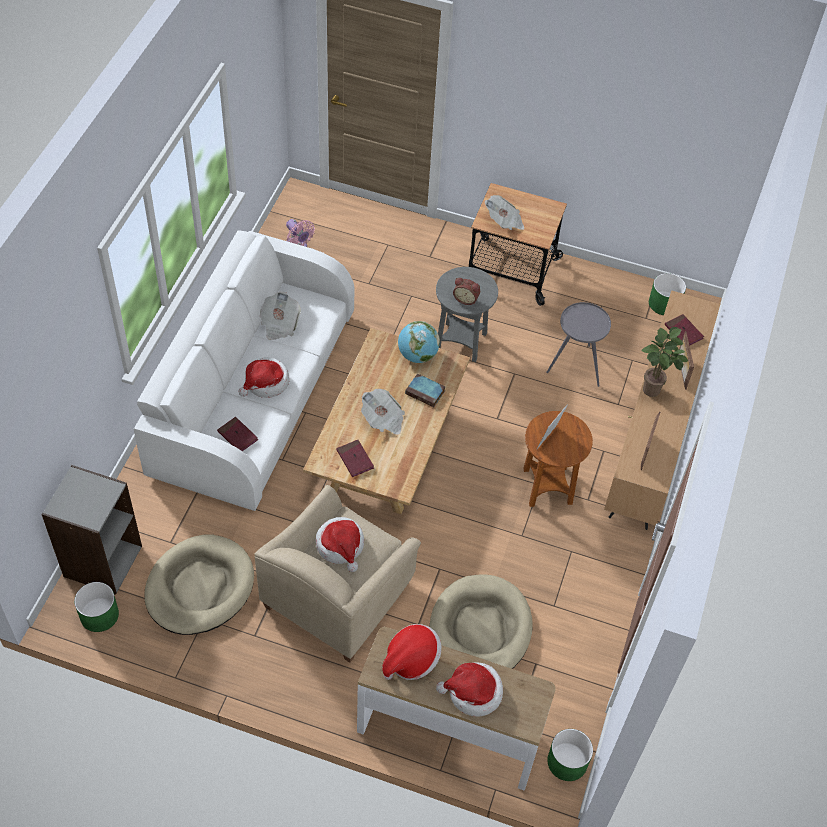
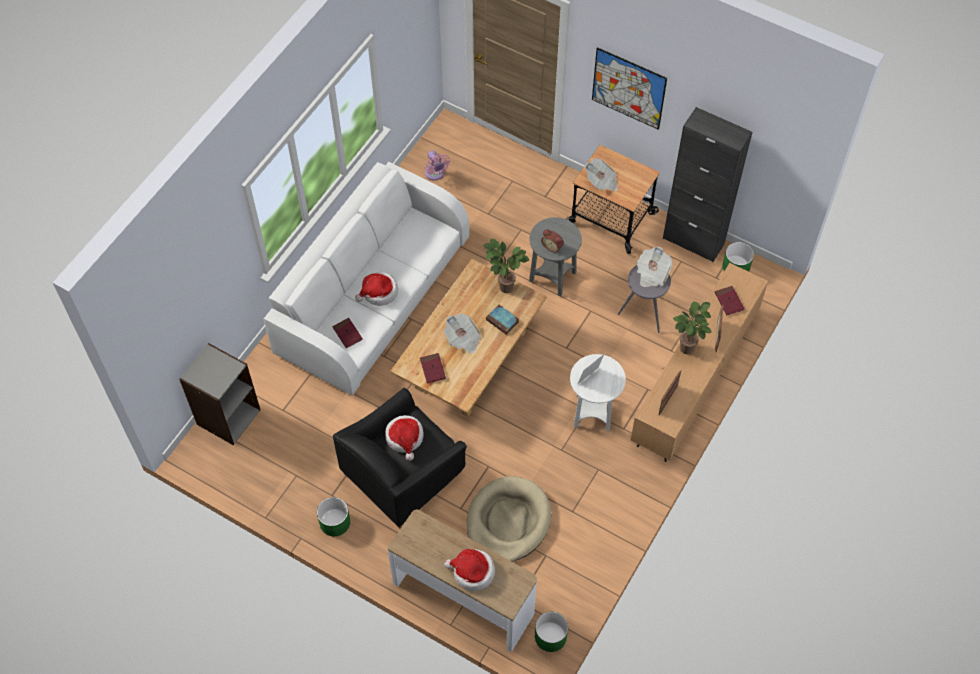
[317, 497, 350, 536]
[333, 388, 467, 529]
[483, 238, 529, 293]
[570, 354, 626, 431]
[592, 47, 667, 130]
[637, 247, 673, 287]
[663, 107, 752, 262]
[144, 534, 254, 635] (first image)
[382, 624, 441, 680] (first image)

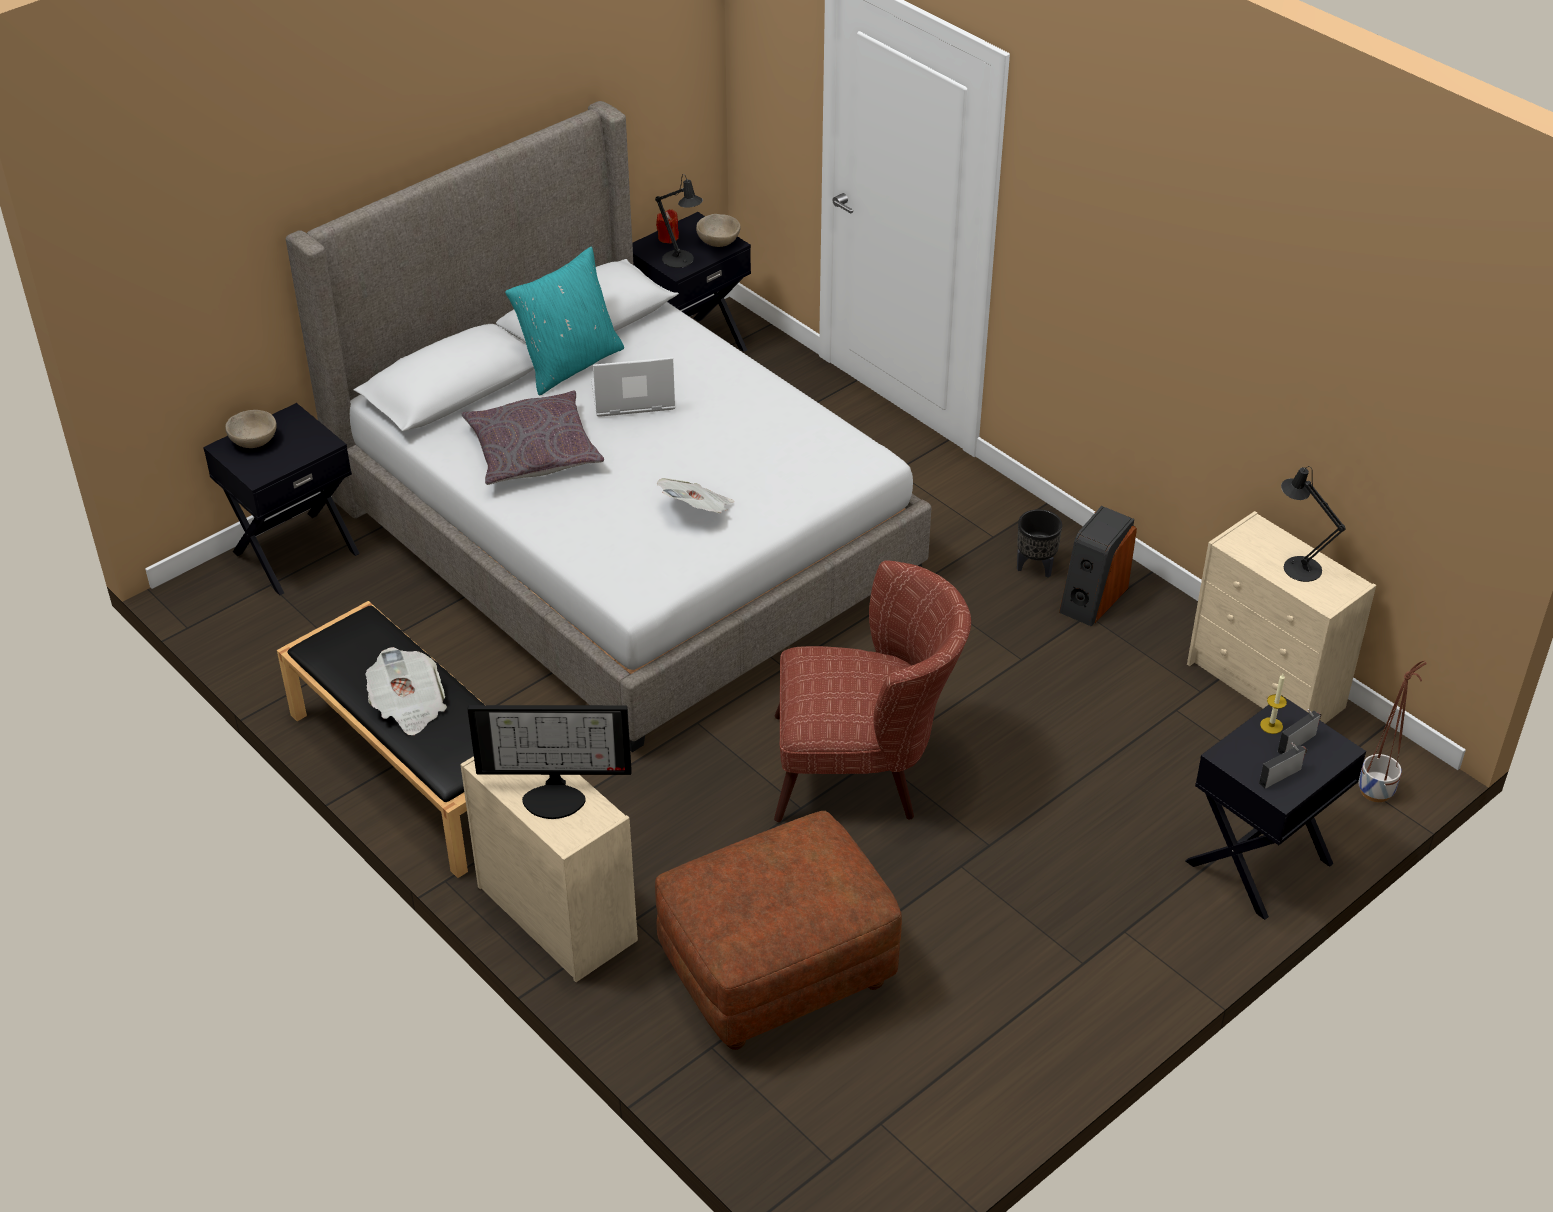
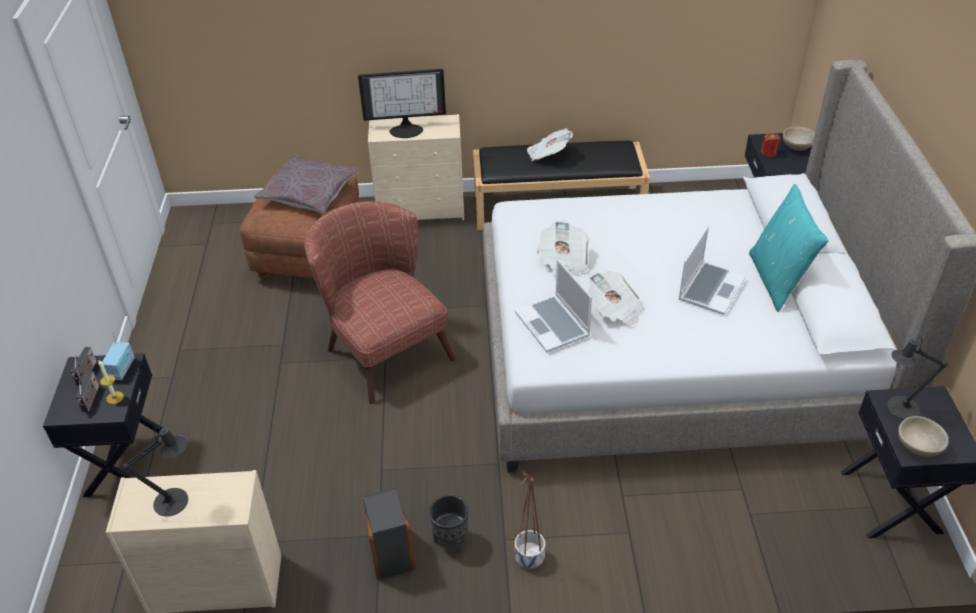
[102, 331, 135, 380]
[254, 155, 360, 214]
[305, 201, 455, 404]
[358, 69, 446, 138]
[514, 470, 546, 569]
[515, 259, 592, 352]
[588, 271, 643, 328]
[761, 133, 781, 157]

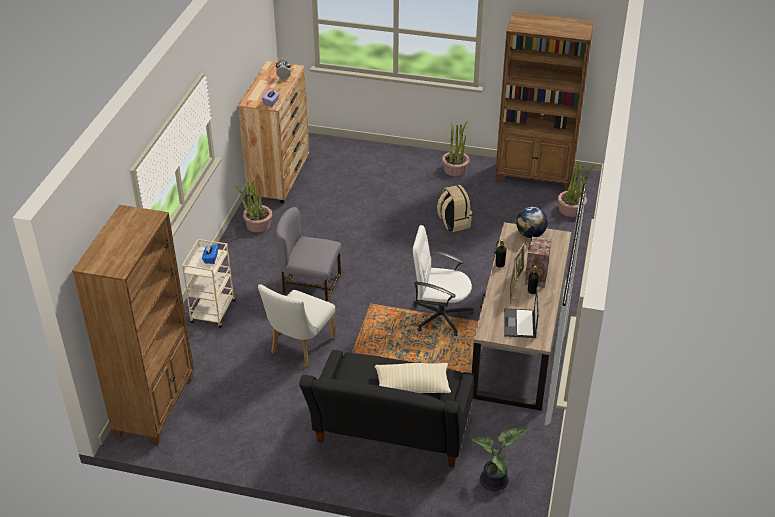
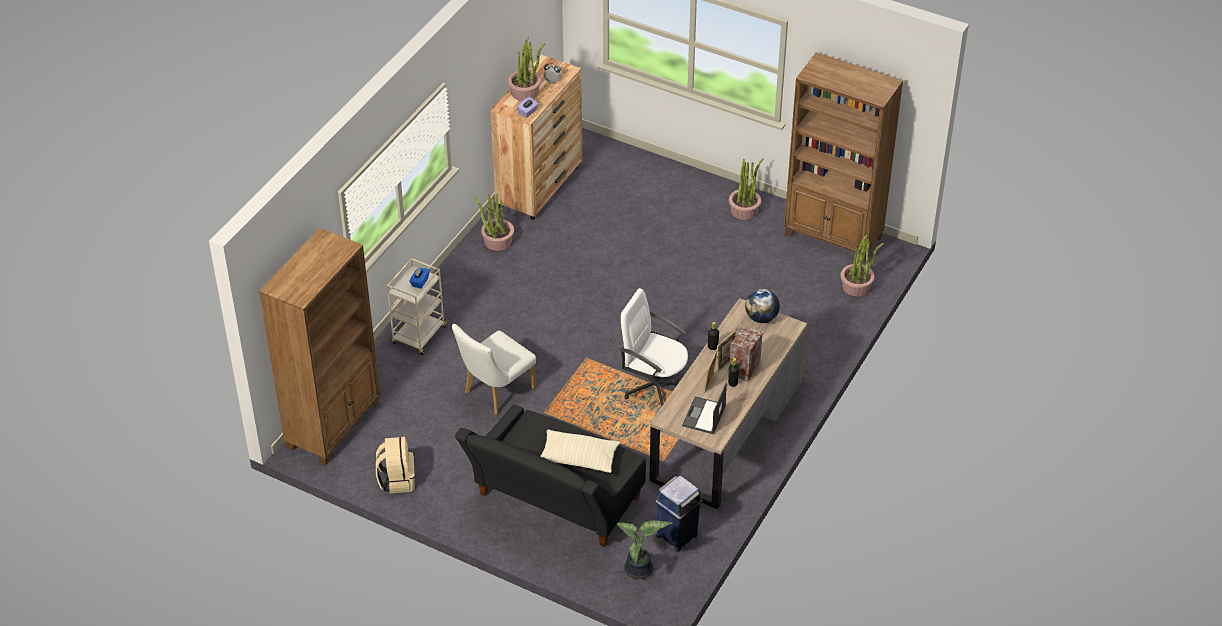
[376, 437, 415, 493]
[508, 37, 546, 101]
[655, 475, 702, 552]
[276, 207, 342, 302] (first image)

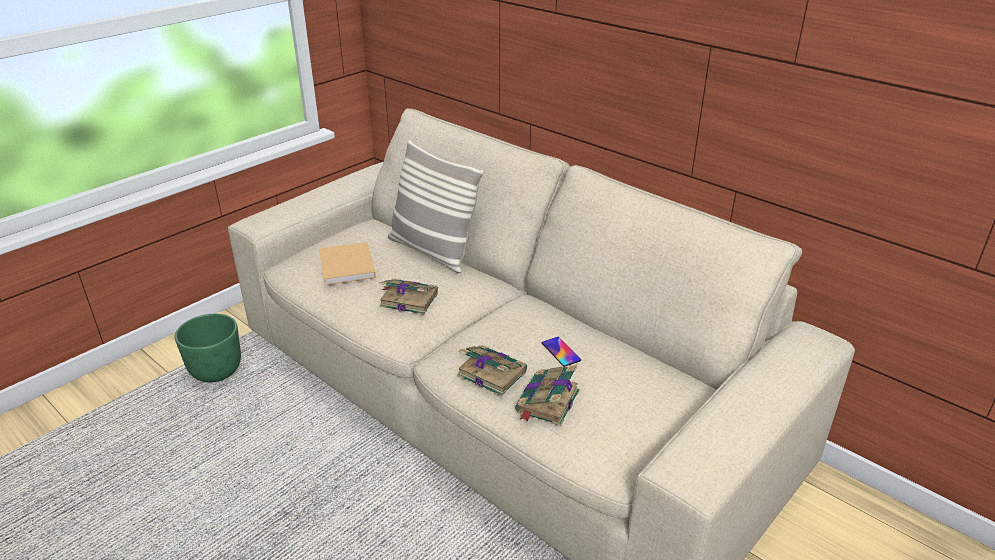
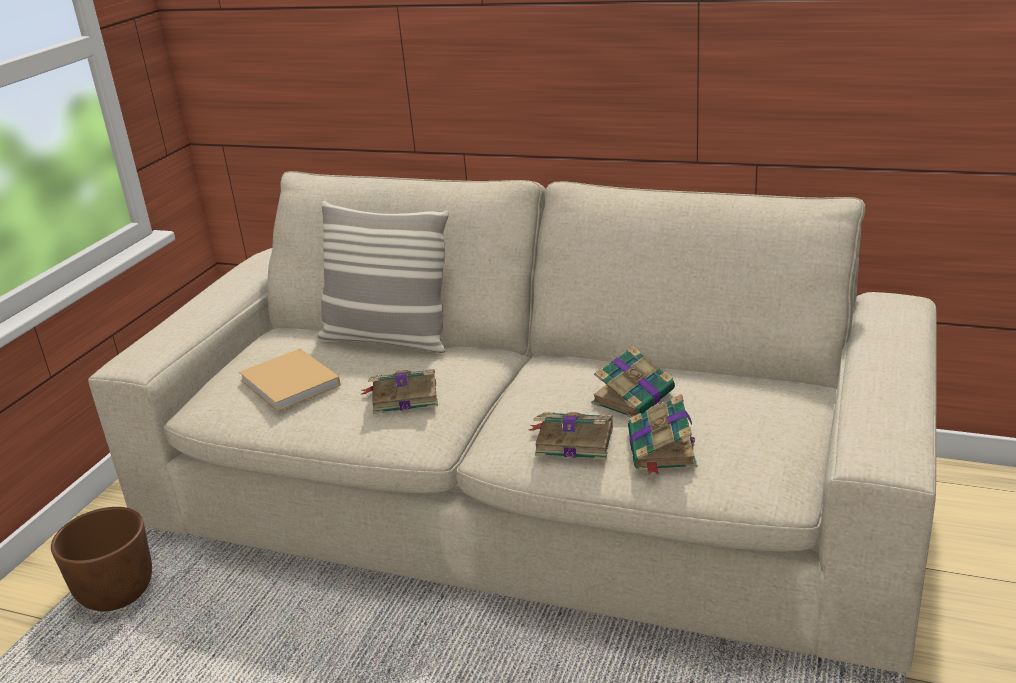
[51, 507, 152, 612]
[591, 346, 675, 417]

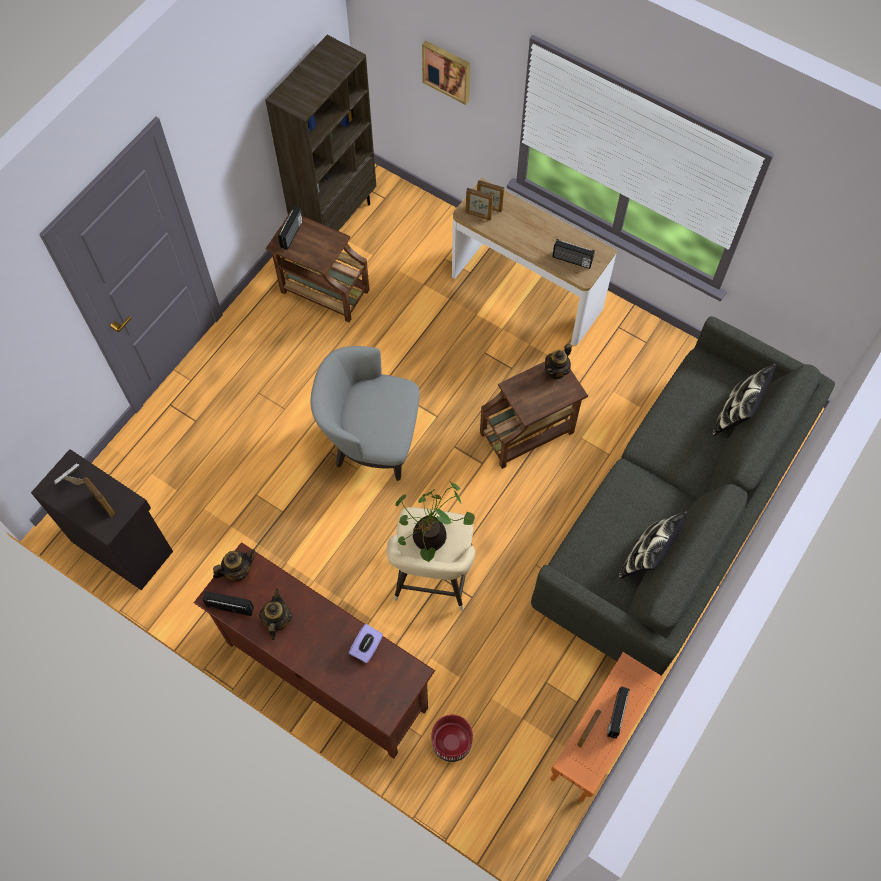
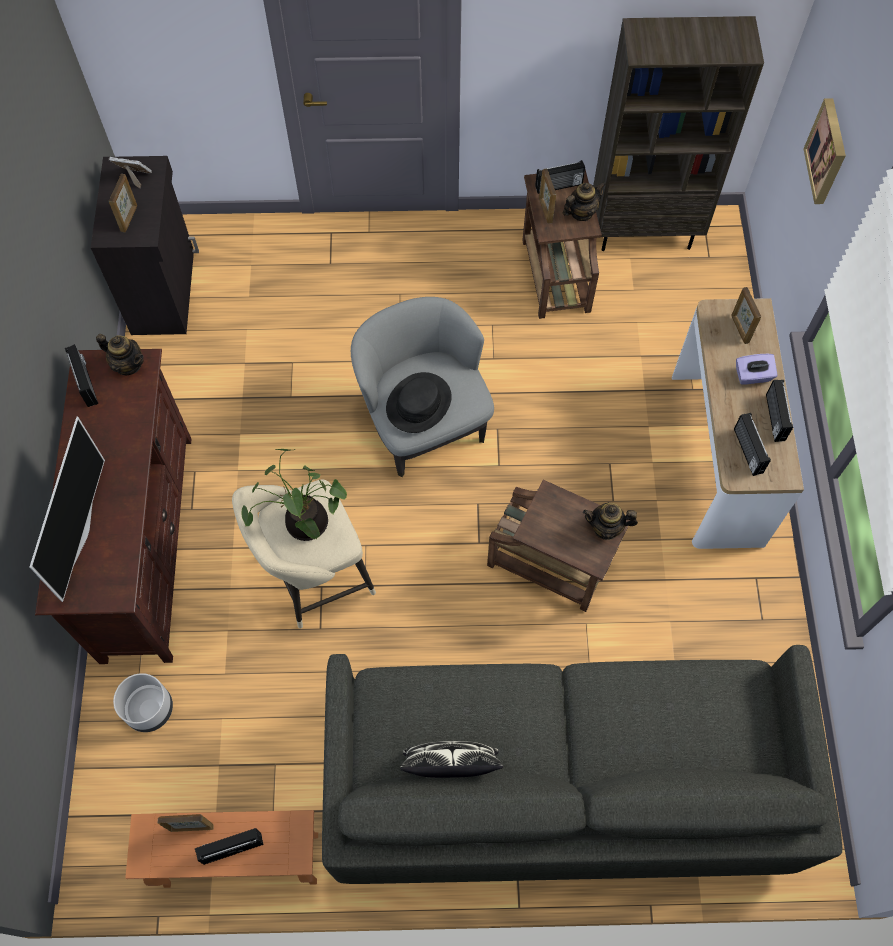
[30, 417, 105, 602]
[113, 673, 173, 732]
[386, 372, 452, 433]
[539, 169, 556, 224]
[563, 182, 606, 221]
[736, 354, 778, 385]
[766, 380, 793, 442]
[713, 364, 776, 436] (first image)

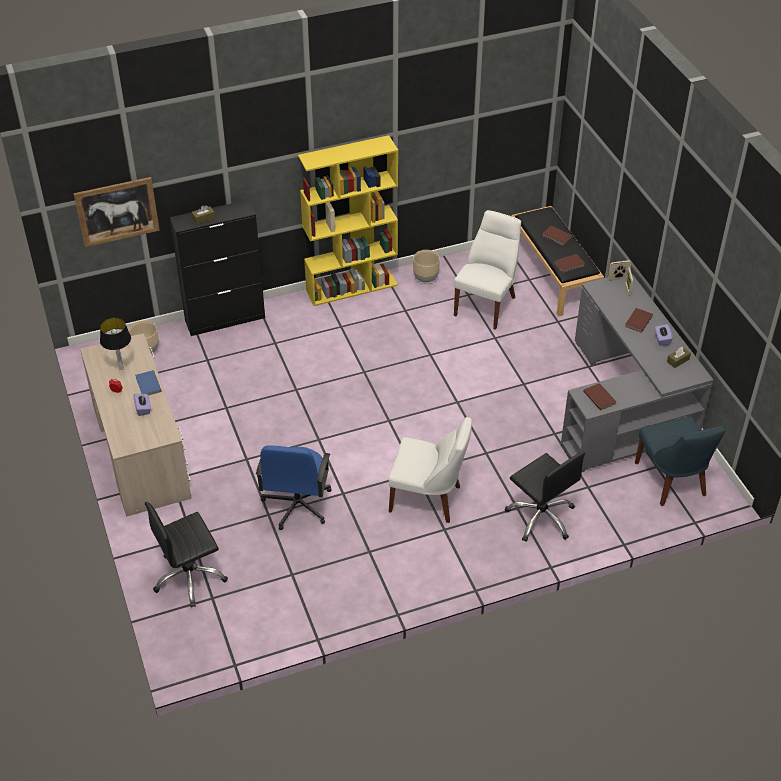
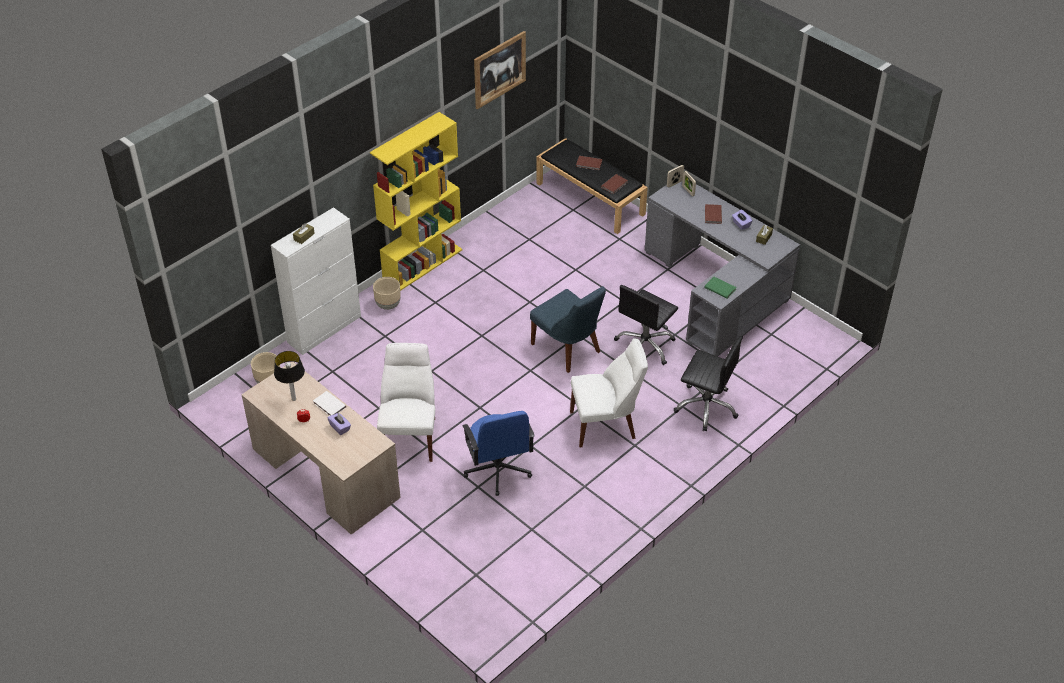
[271, 207, 361, 355]
[313, 391, 346, 416]
[373, 277, 401, 310]
[377, 343, 436, 462]
[474, 31, 526, 109]
[530, 286, 606, 373]
[614, 285, 678, 365]
[704, 277, 736, 299]

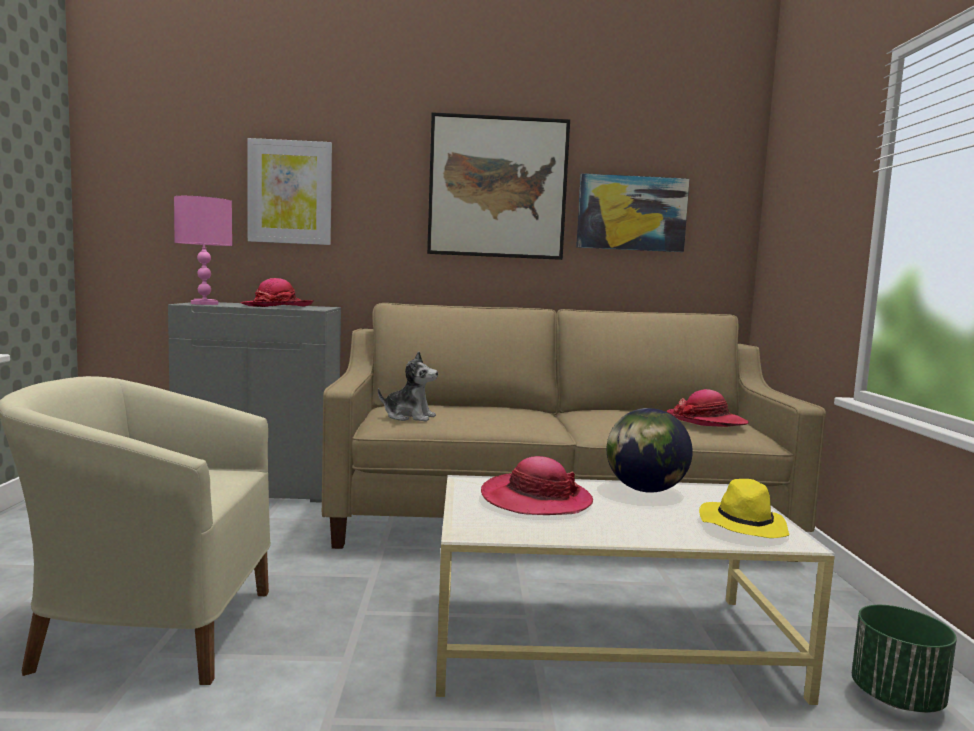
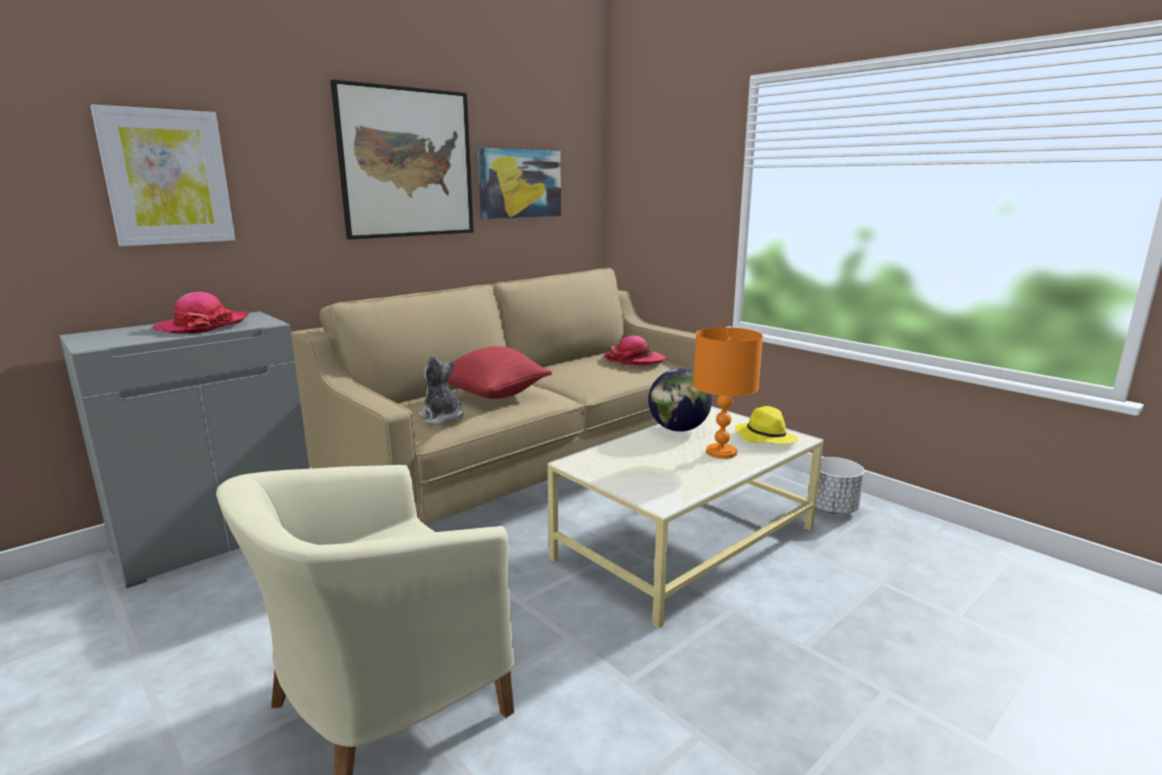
[419, 355, 464, 425]
[447, 346, 552, 399]
[693, 327, 763, 459]
[816, 457, 864, 514]
[174, 196, 232, 305] (first image)
[481, 456, 593, 515] (first image)

